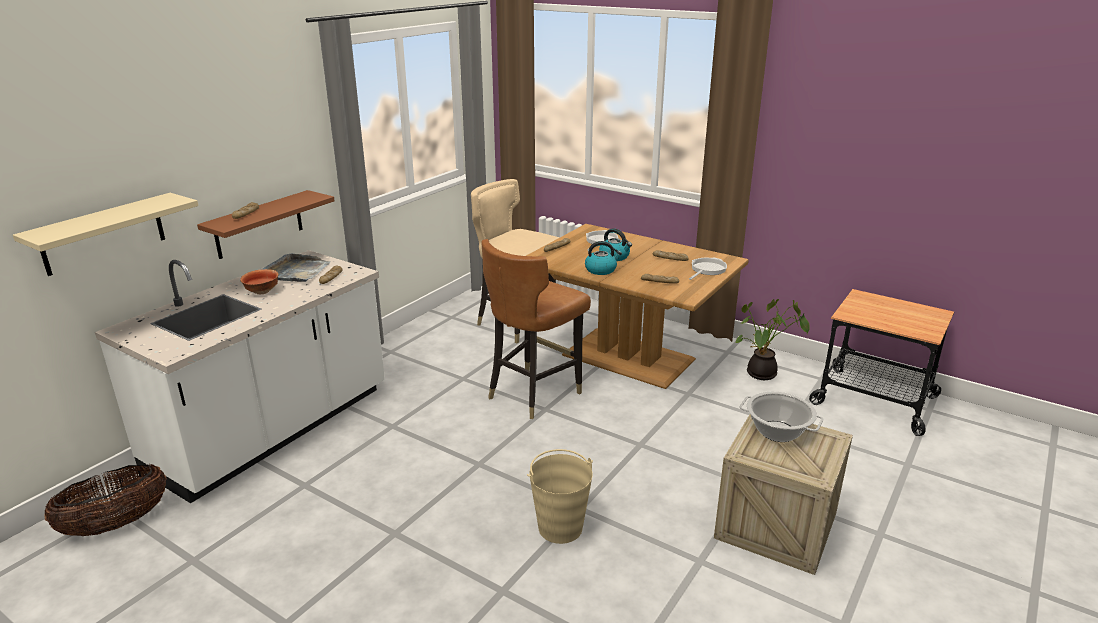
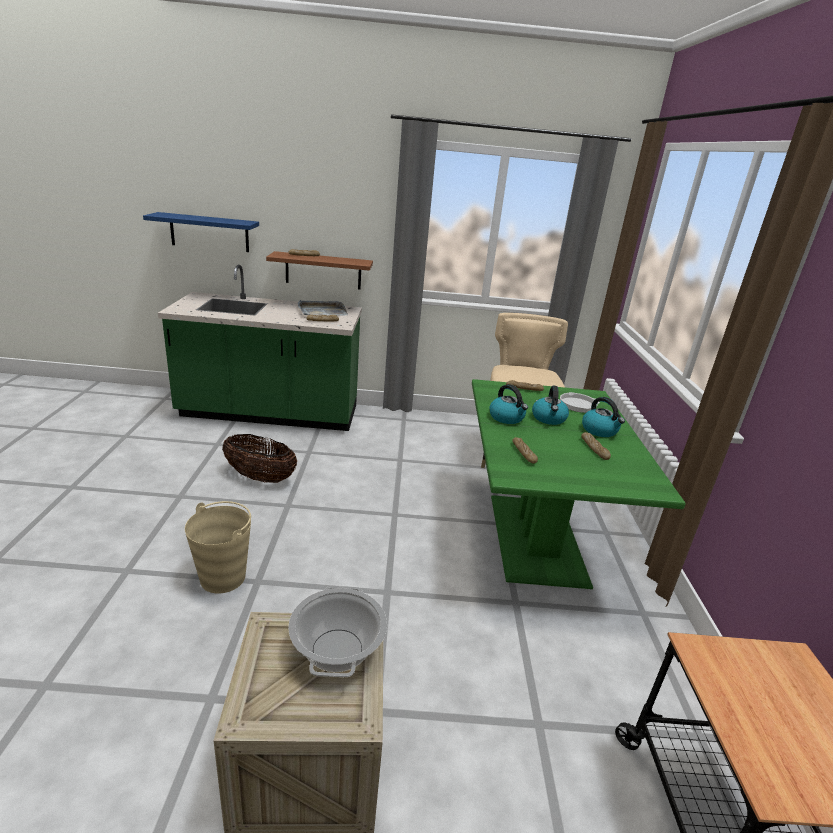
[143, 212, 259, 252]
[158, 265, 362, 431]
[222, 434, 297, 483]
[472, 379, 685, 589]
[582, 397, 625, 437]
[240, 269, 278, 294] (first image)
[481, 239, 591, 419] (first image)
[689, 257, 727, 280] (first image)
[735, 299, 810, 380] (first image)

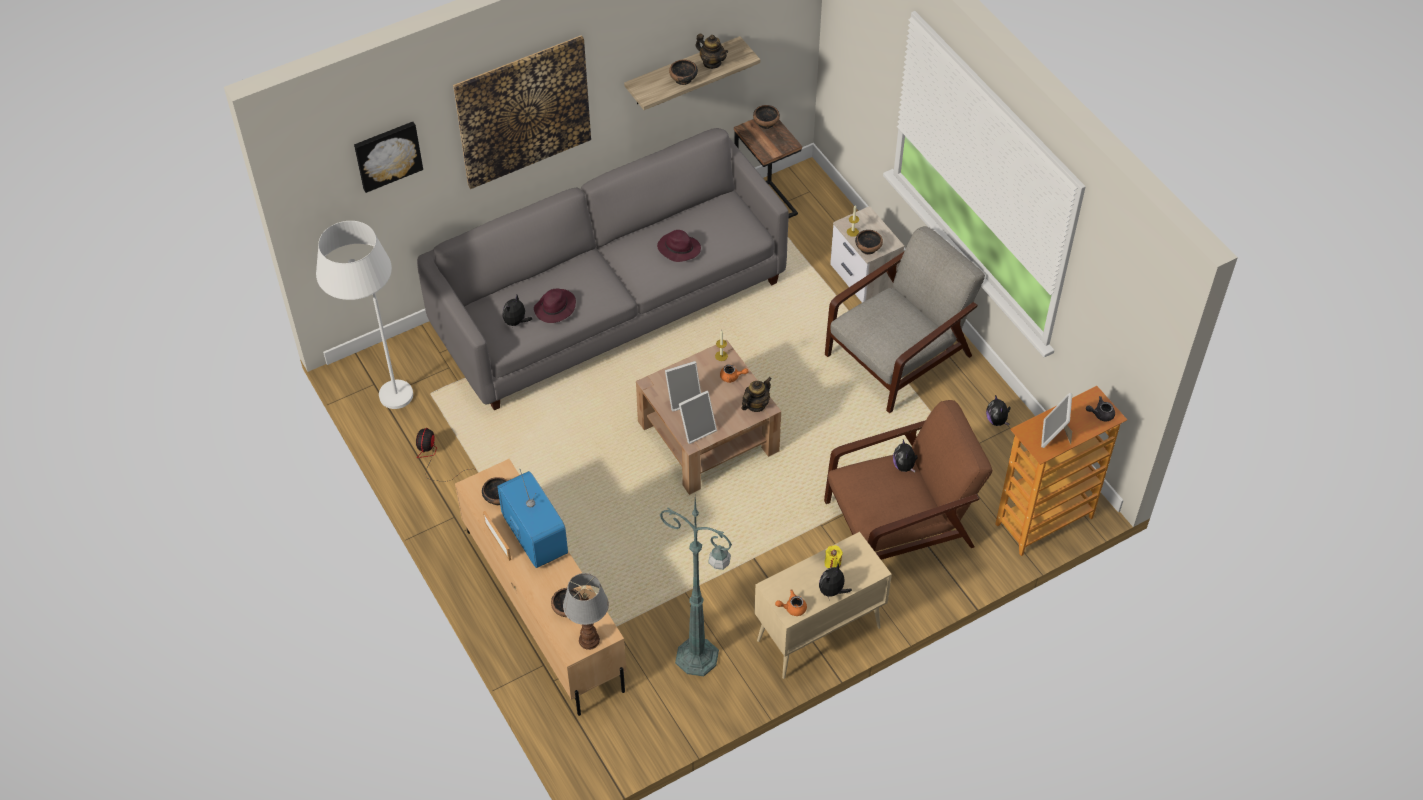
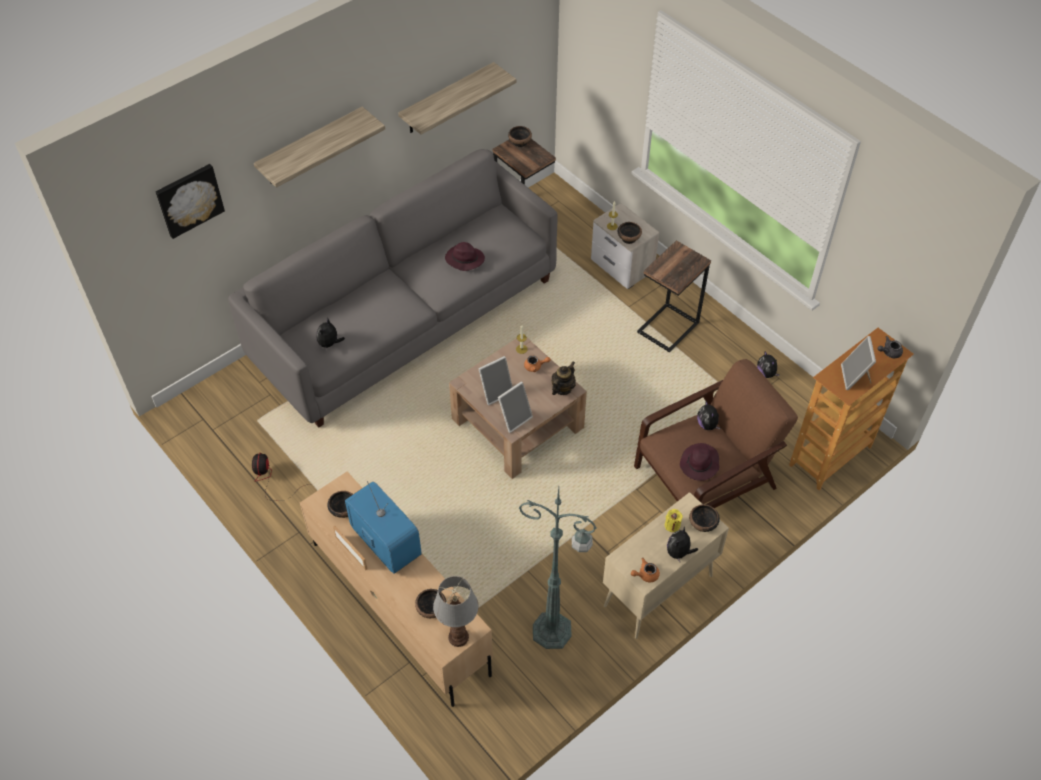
[254, 107, 385, 188]
[637, 240, 711, 352]
[680, 443, 719, 481]
[689, 504, 720, 532]
[316, 221, 413, 409] (first image)
[696, 34, 728, 69] (first image)

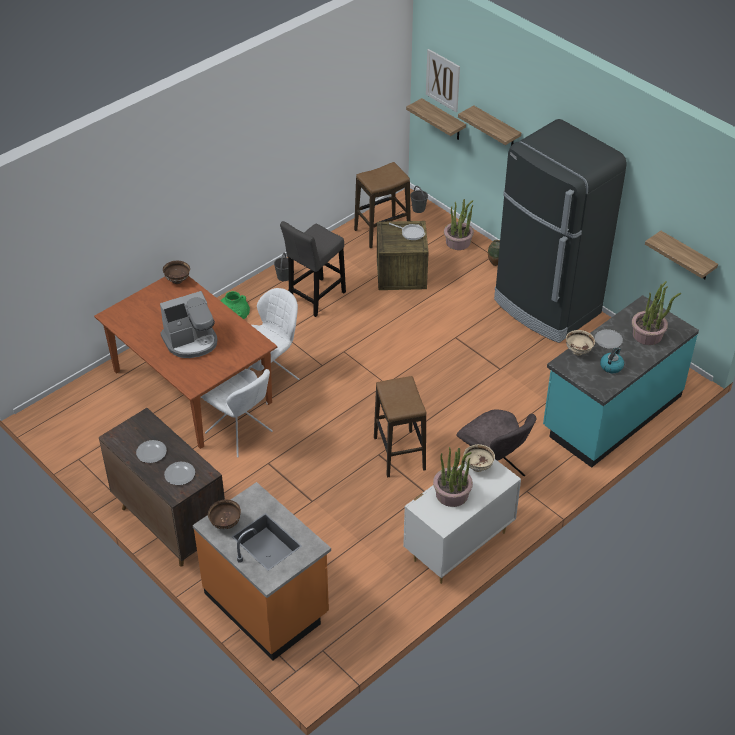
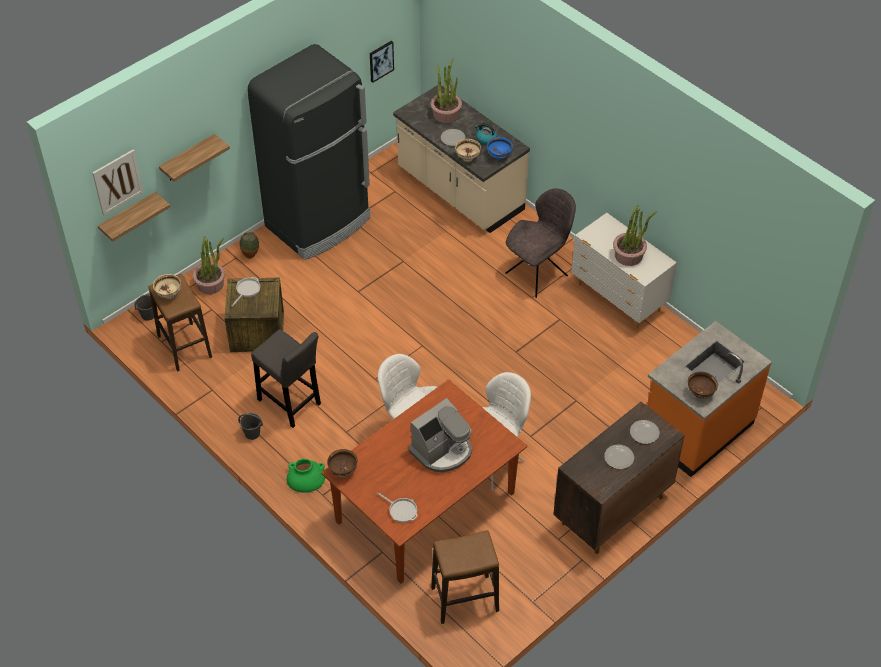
[153, 274, 181, 299]
[370, 41, 394, 83]
[377, 492, 418, 523]
[393, 85, 530, 233]
[409, 398, 472, 473]
[431, 530, 499, 624]
[487, 137, 513, 160]

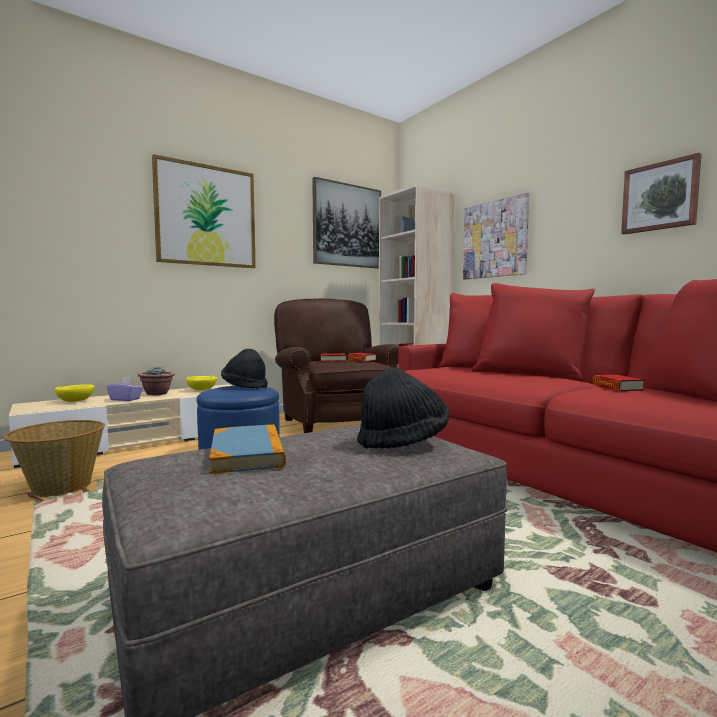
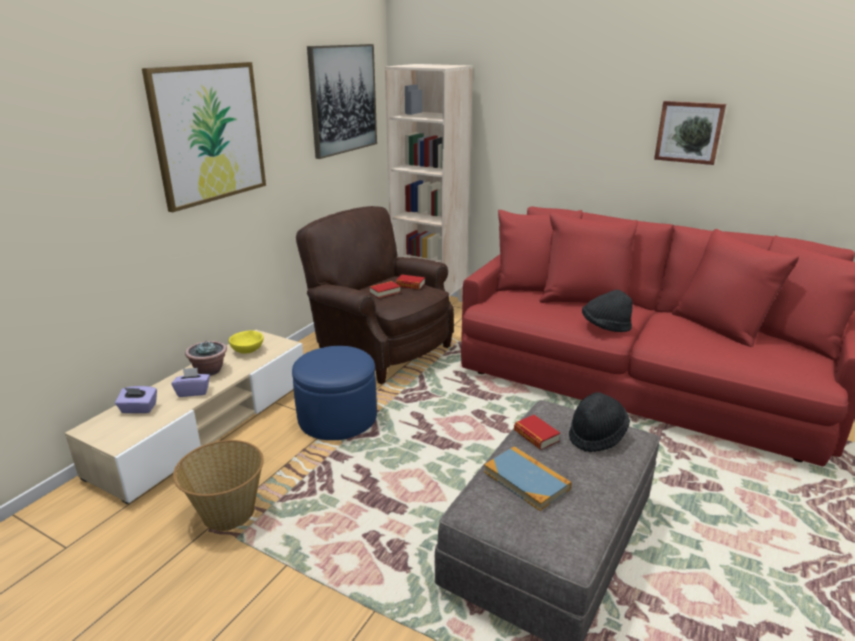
[115, 386, 157, 413]
[514, 415, 560, 450]
[582, 290, 633, 332]
[463, 192, 529, 279] (first image)

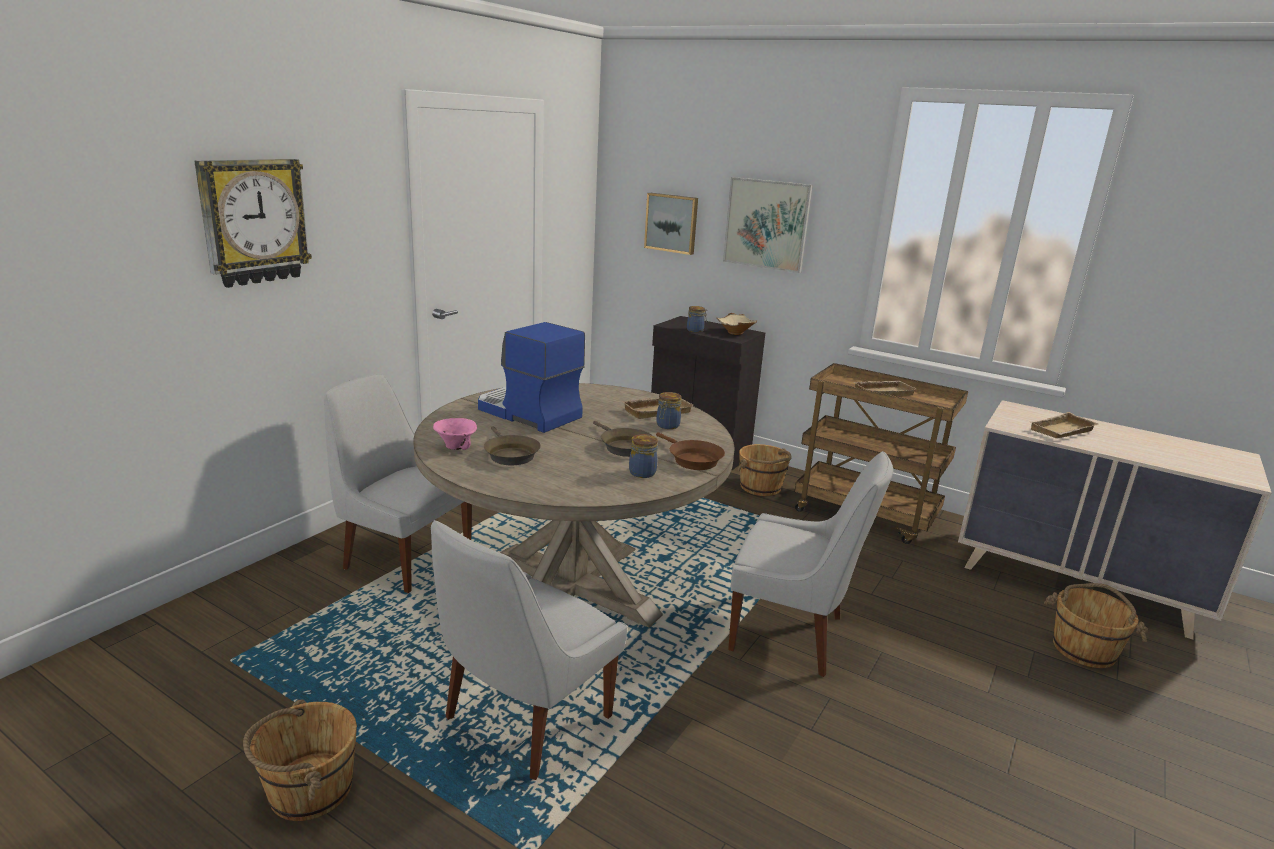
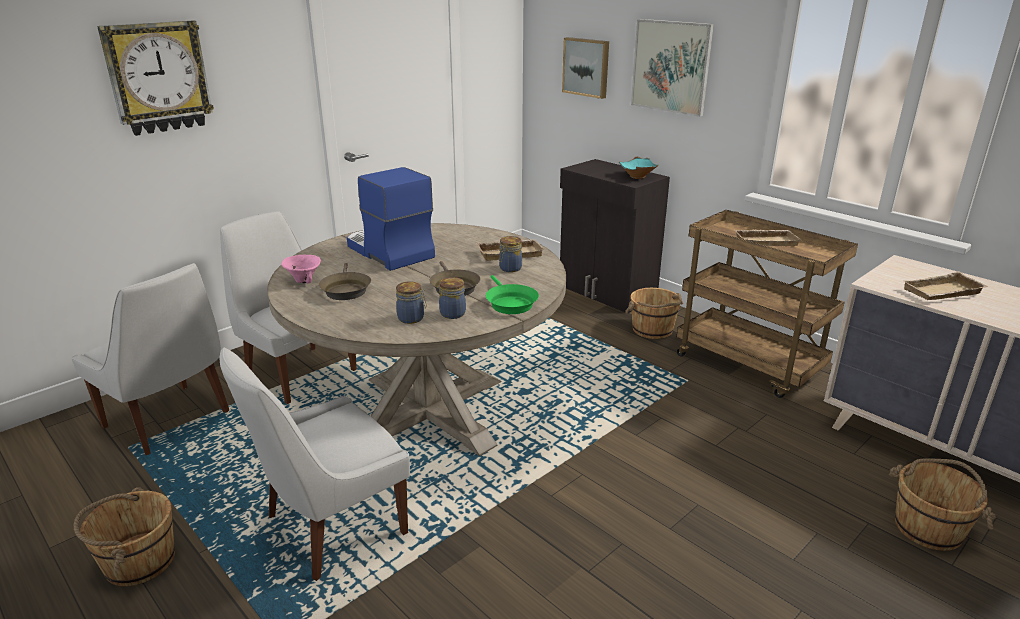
[71, 263, 229, 455]
[396, 281, 427, 324]
[486, 275, 539, 314]
[619, 157, 659, 179]

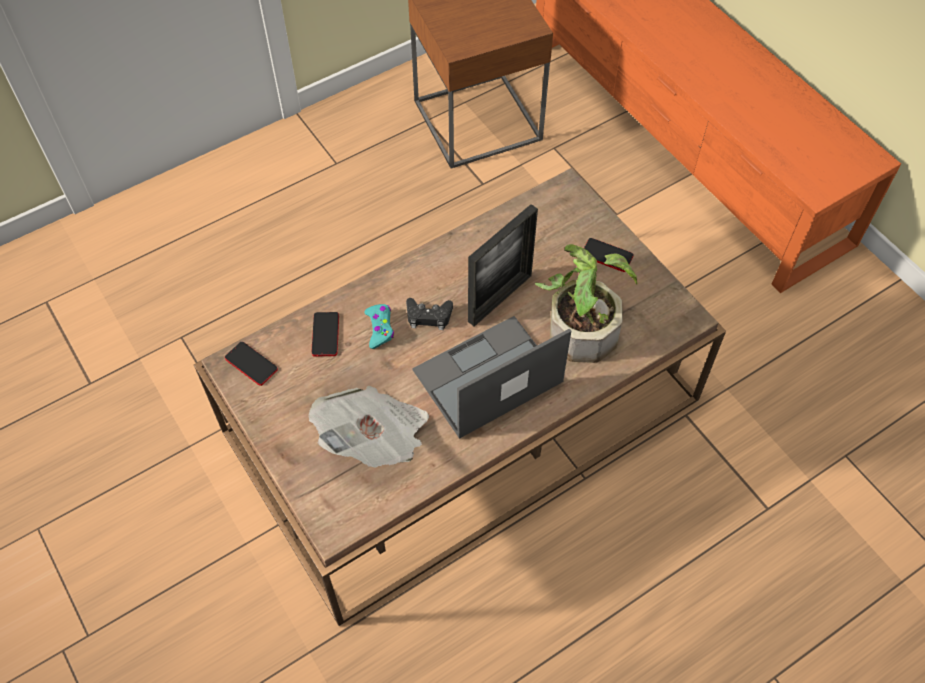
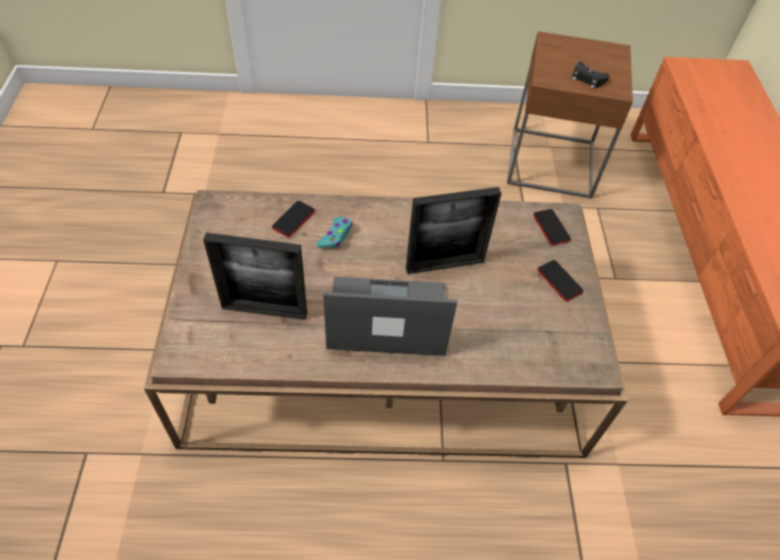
[203, 233, 307, 320]
[533, 209, 571, 246]
[572, 62, 610, 89]
[535, 244, 638, 363] (first image)

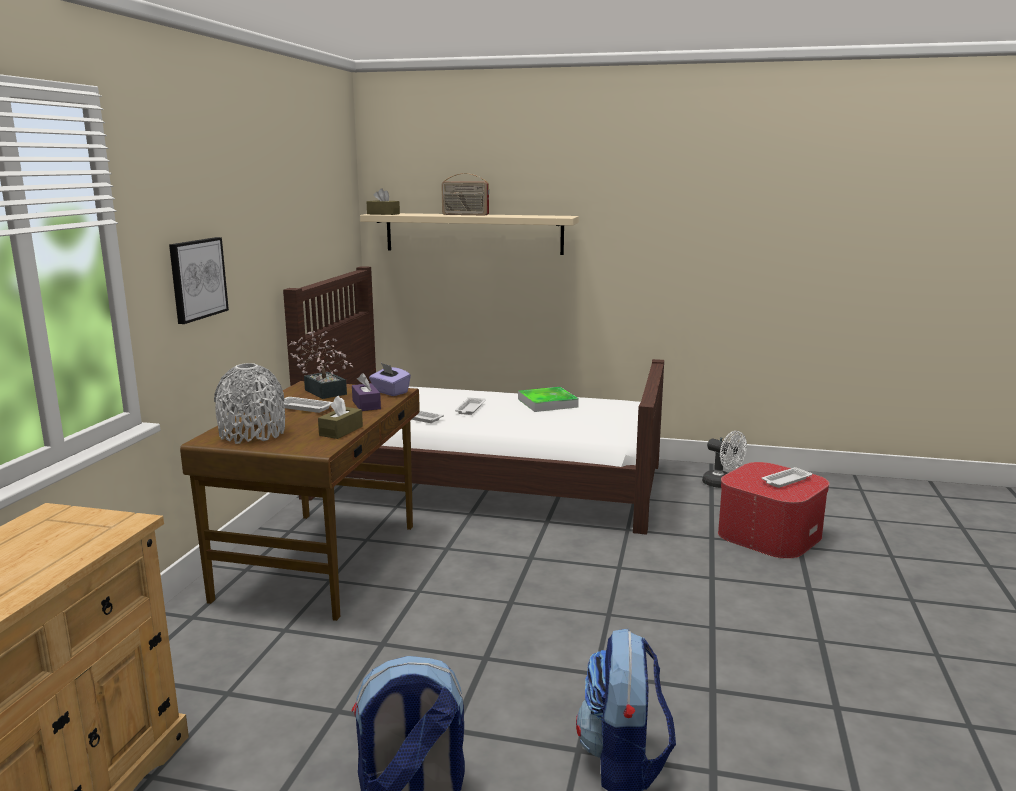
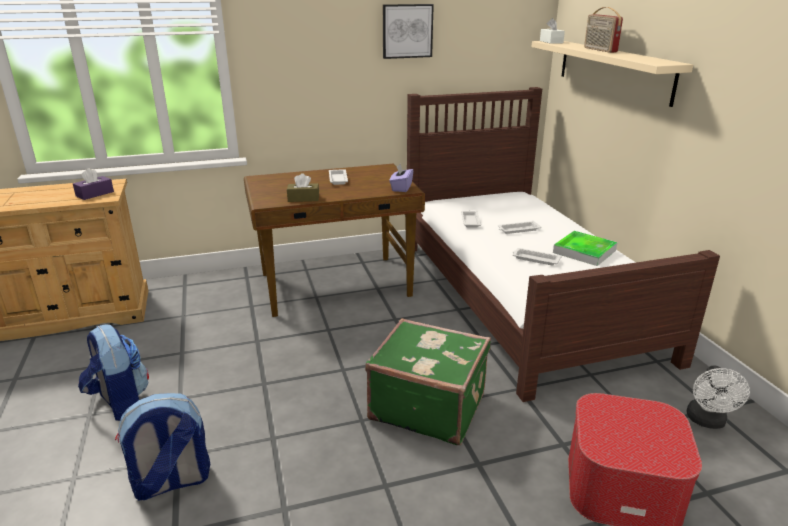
[73, 168, 114, 200]
[365, 318, 491, 445]
[383, 4, 434, 59]
[513, 248, 562, 266]
[540, 18, 565, 44]
[214, 363, 285, 444] (first image)
[289, 331, 353, 399] (first image)

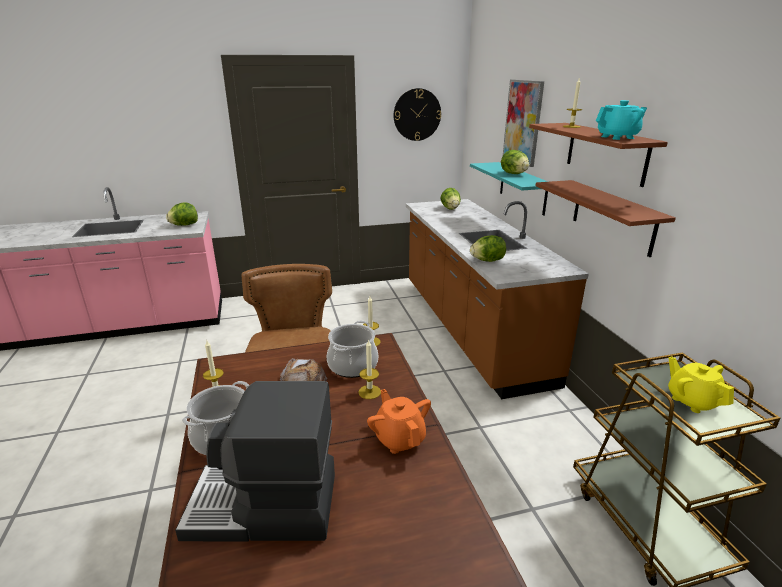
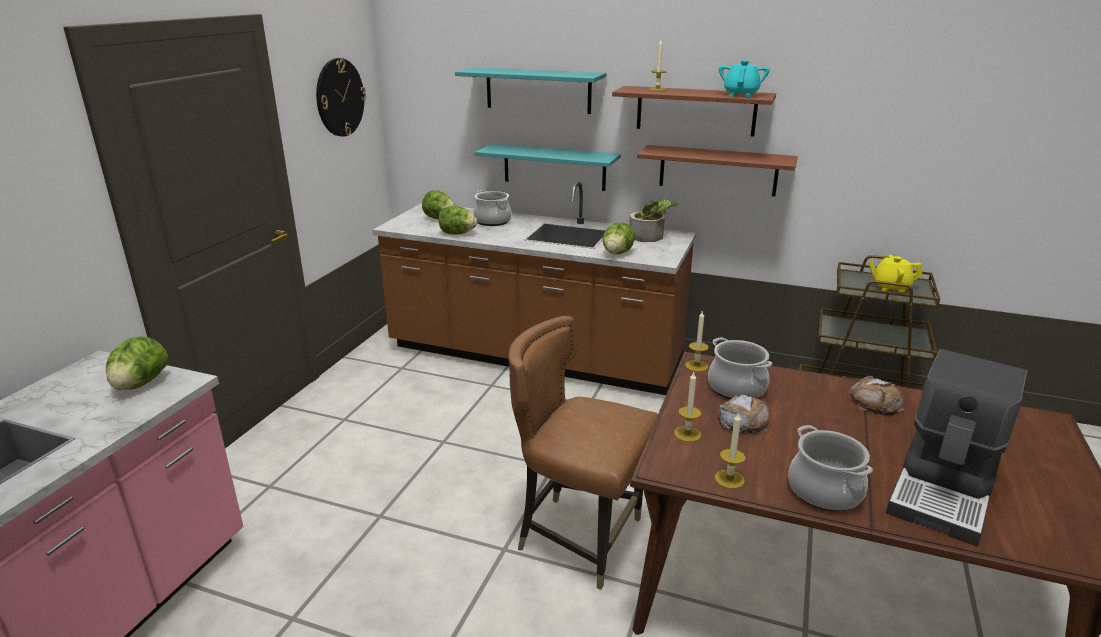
[439, 206, 477, 235]
[455, 67, 607, 114]
[473, 190, 512, 226]
[630, 199, 678, 242]
[674, 372, 702, 442]
[848, 376, 904, 415]

